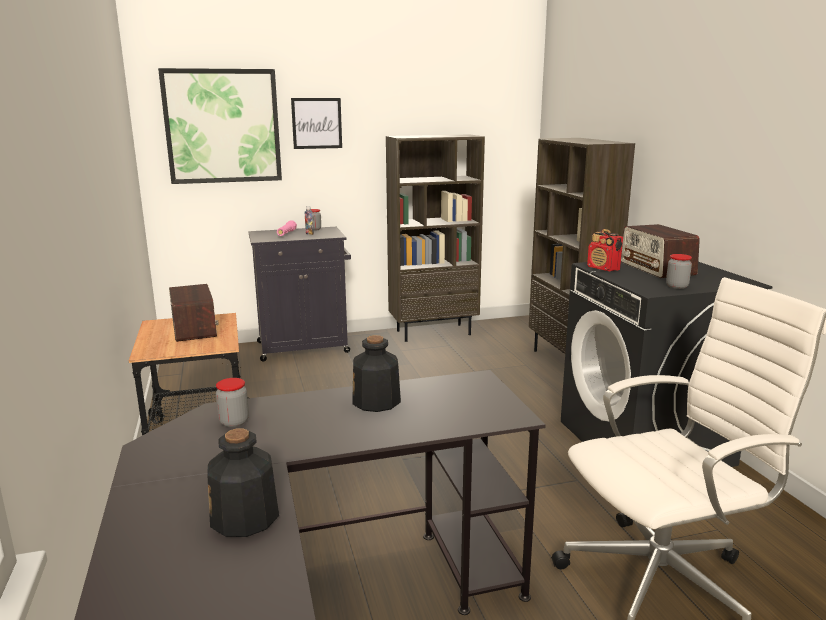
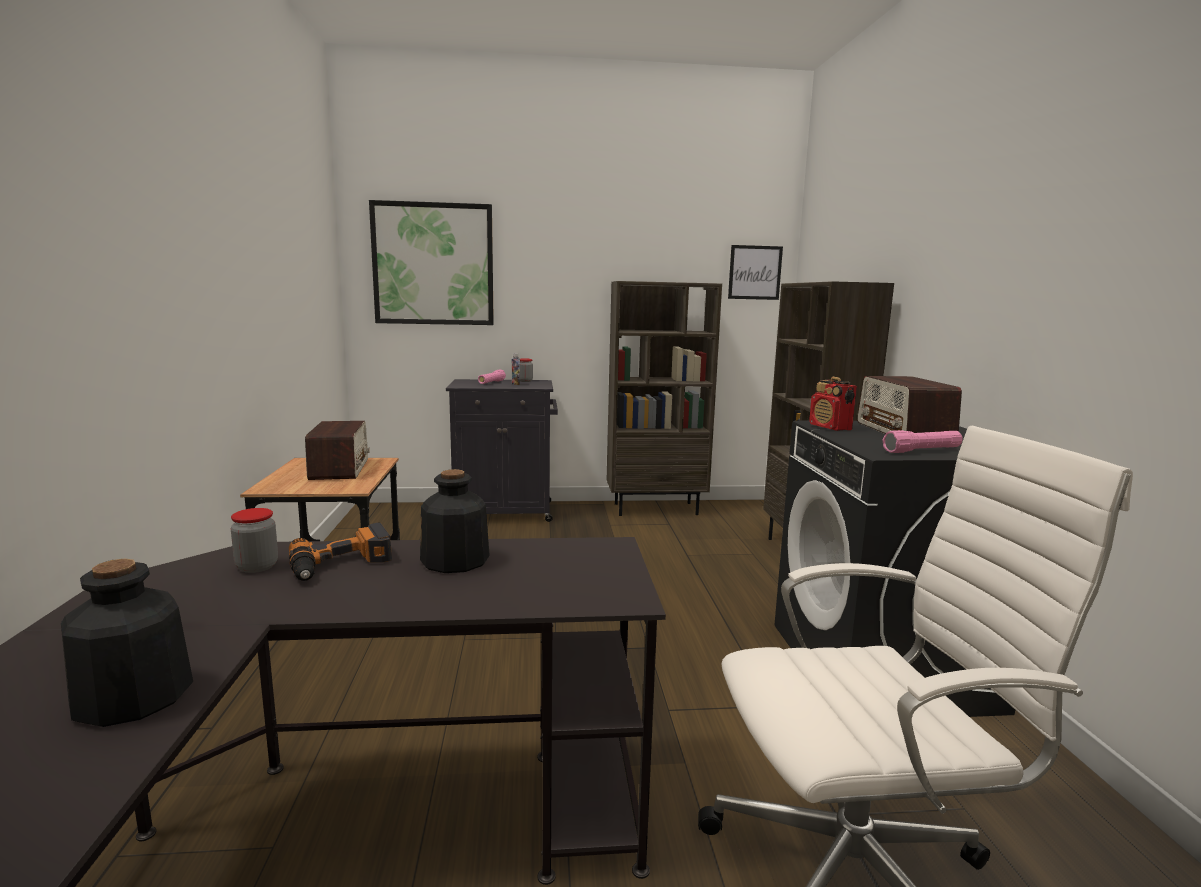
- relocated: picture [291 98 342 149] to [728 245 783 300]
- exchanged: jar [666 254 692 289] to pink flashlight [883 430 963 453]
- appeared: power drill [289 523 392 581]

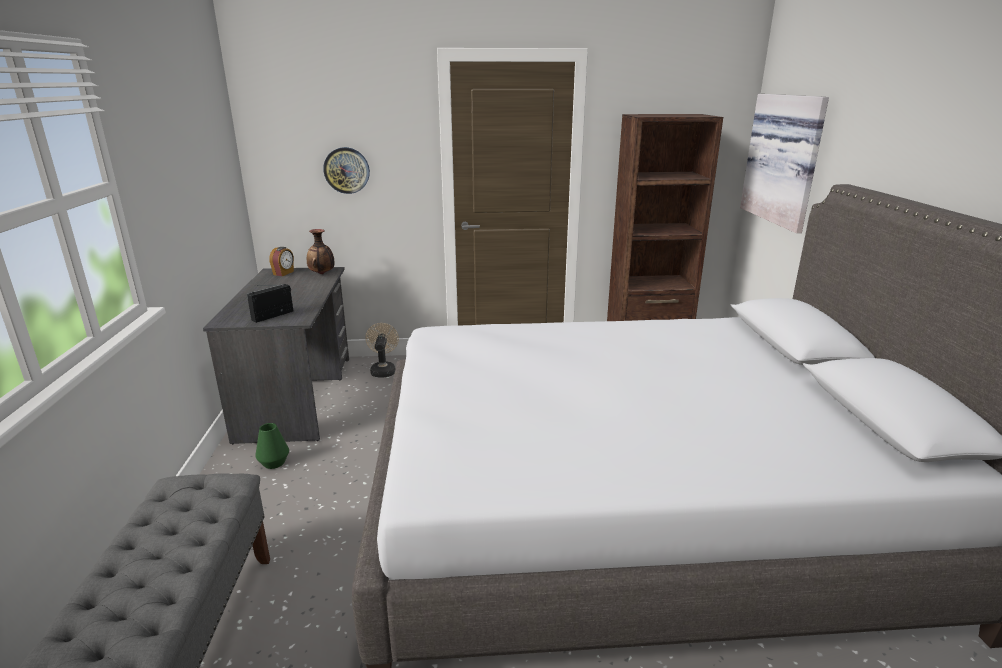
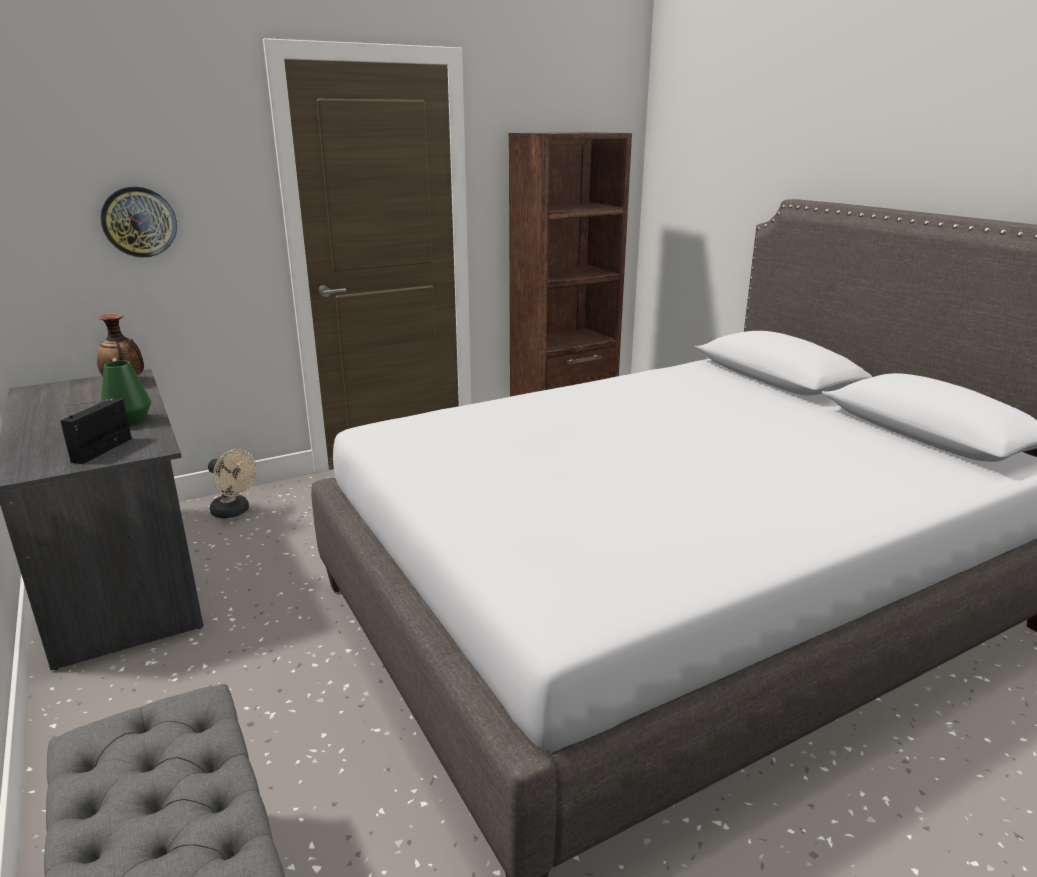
- relocated: green vase [255 423 289 469] to [101 360 151 426]
- missing: alarm clock [269 247 294 276]
- spun: beige fan [365 323 399 378] = [208 449 257 519] 150 degrees clockwise
- missing: picture [740 94 829 233]

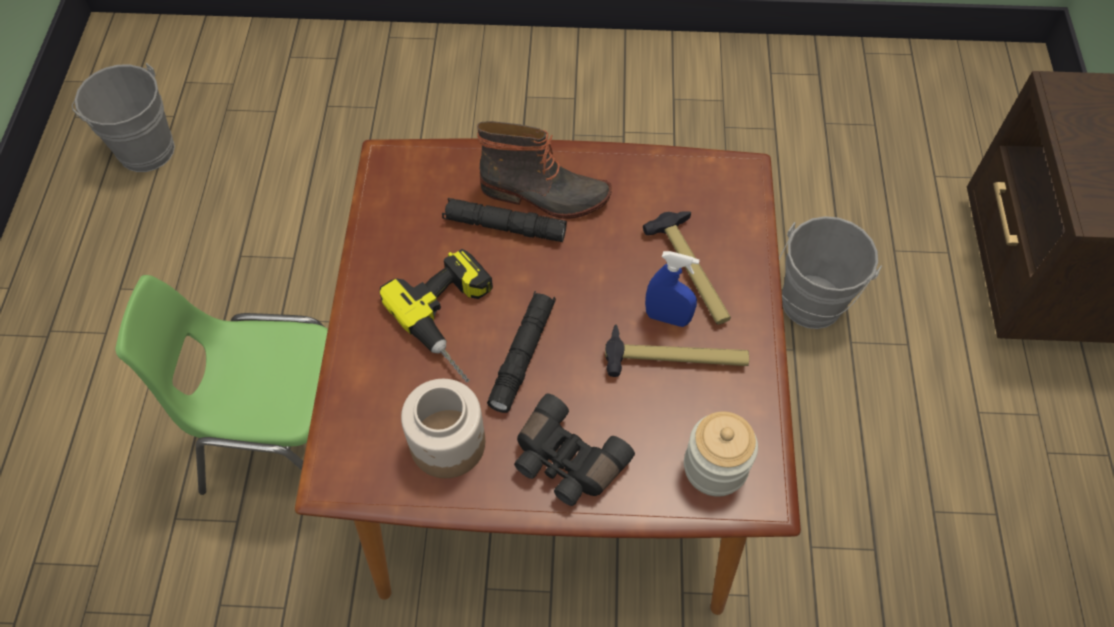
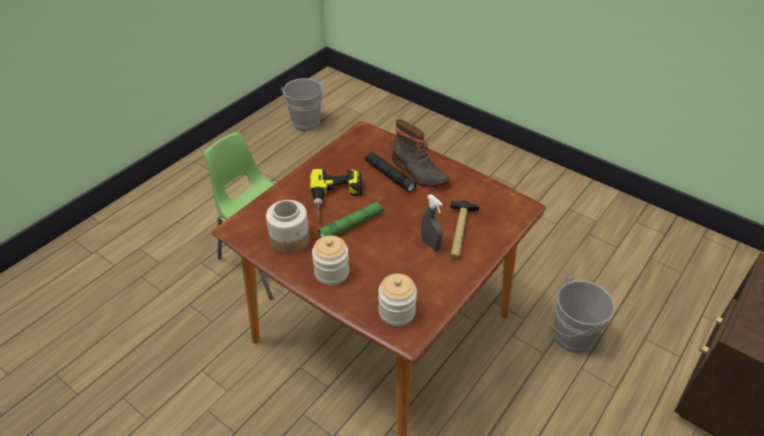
- colour: black flashlight [487 291 556 413] to green flashlight [318 202 384 238]
- exchanged: black binoculars [514 393 635 506] to jar [312 235 349 286]
- missing: hammer [605 324 749 377]
- colour: blue spray bottle [645 251 700 327] to grey spray bottle [421 194 443 251]

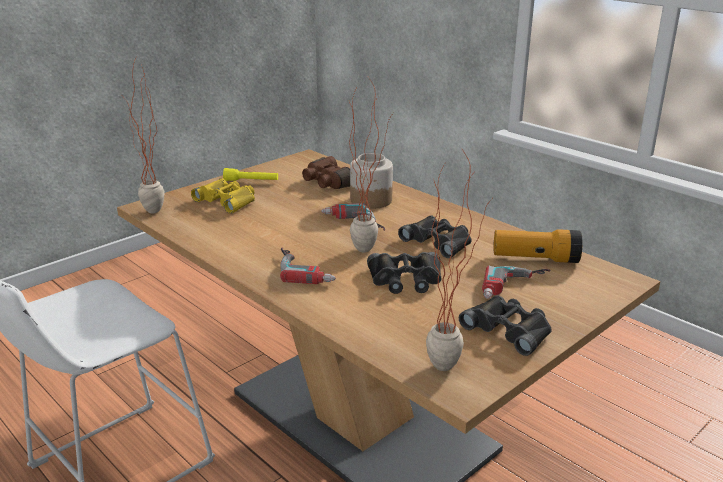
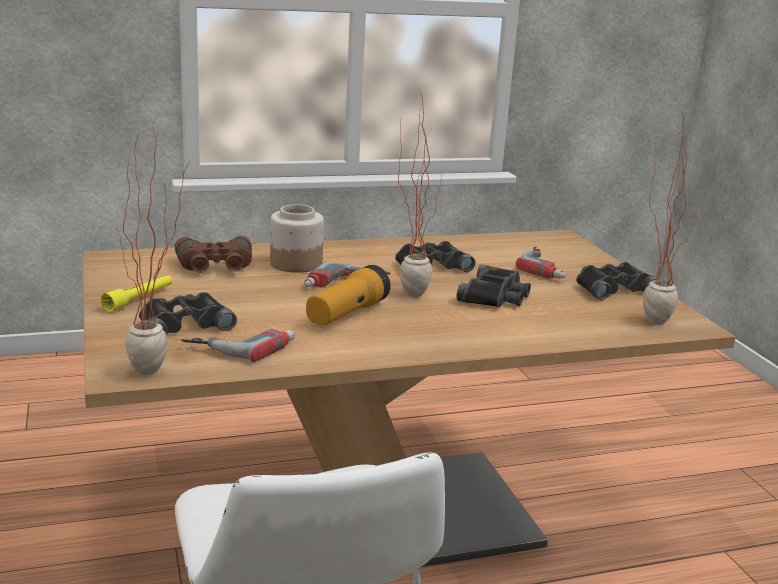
- colour: yellow binoculars [191 178 255 213] to black binoculars [139 292 237 335]
- relocated: power drill [280 247 336 284] to [181 329 296 363]
- relocated: flashlight [493 230 582 263] to [306 265 391 325]

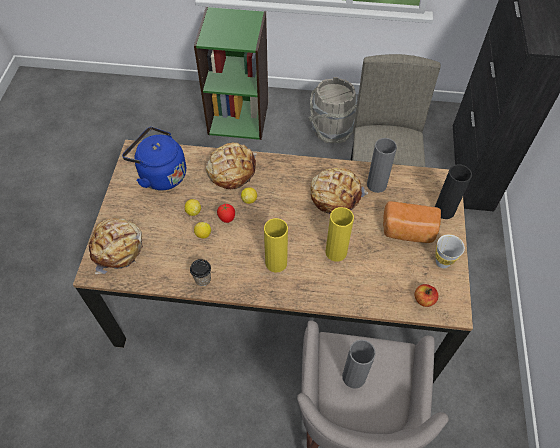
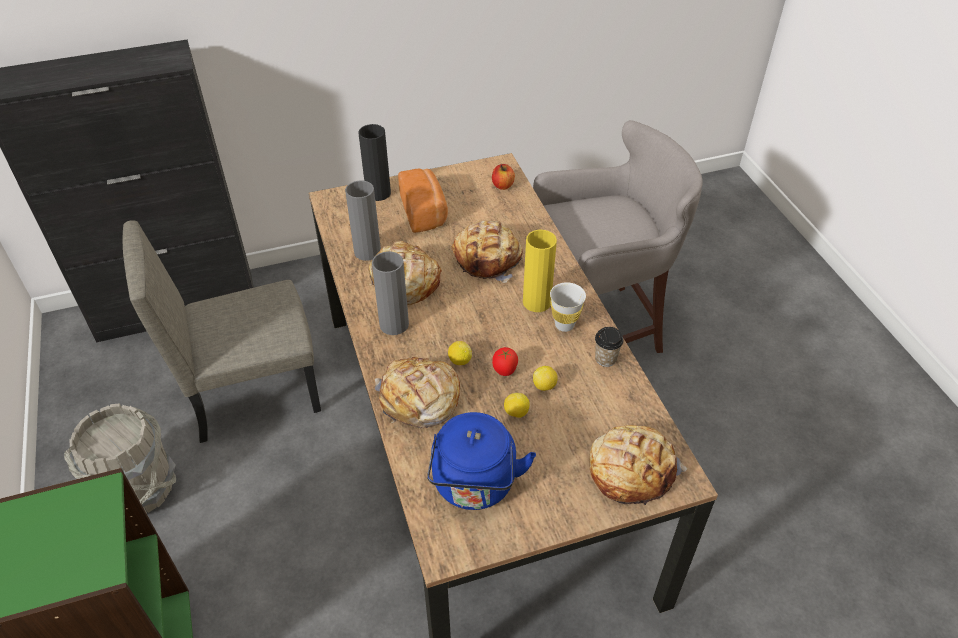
- exchanged: yellow vase [325 207 354 262] to bread [452 220 523 283]
- relocated: grey vase [342 340 376 389] to [372 251 409 335]
- relocated: white cup [435 234 465 268] to [550 282 586 332]

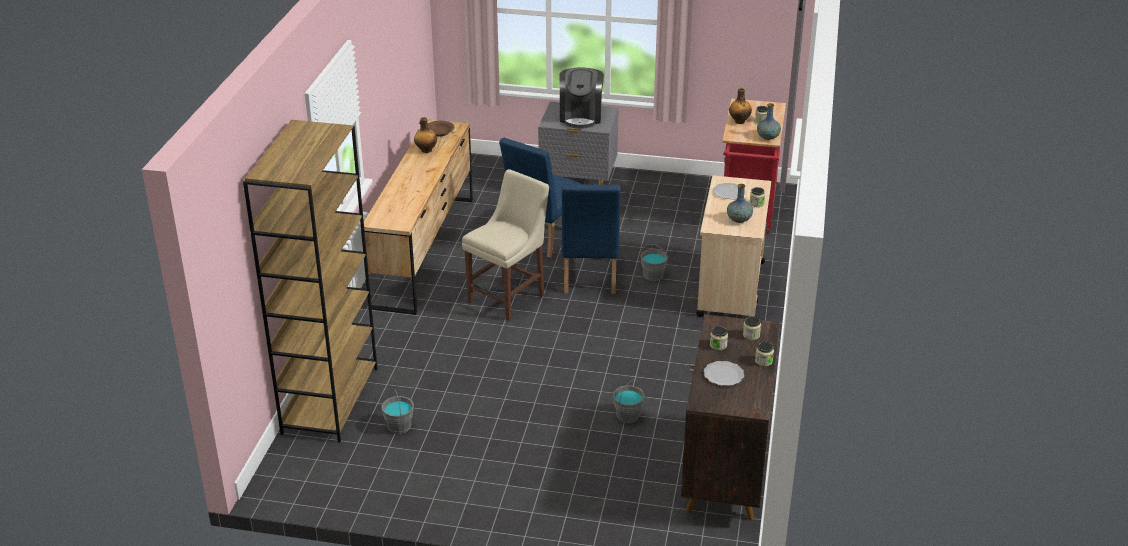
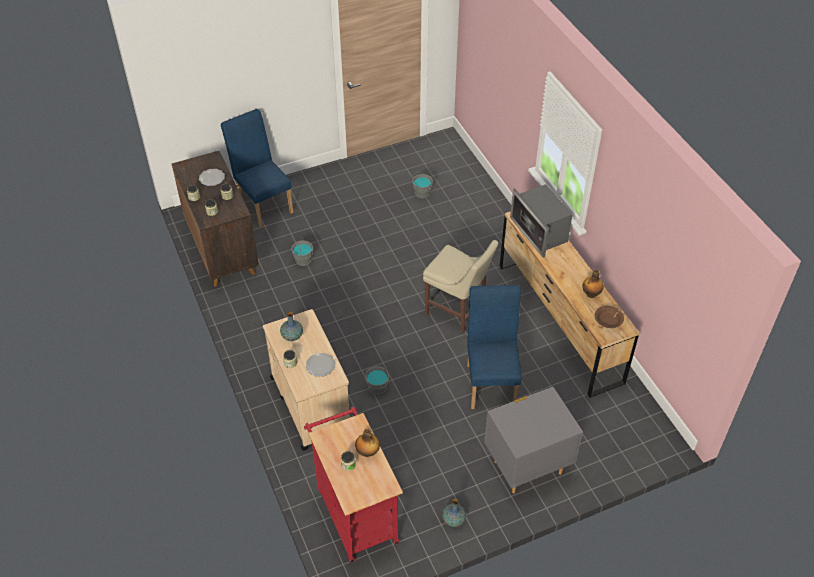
- missing: brown bookcase [243 120 378 443]
- spun: beige chair [462 169 549 321] = [423 240 498 333] 60 degrees counterclockwise
- missing: coffee machine [559 67 604 129]
- relocated: blue chair [561 184 621 294] to [221 109 294 227]
- relocated: vase [757 103 781 140] to [442 499 466 527]
- appeared: microwave [510 184 573 258]

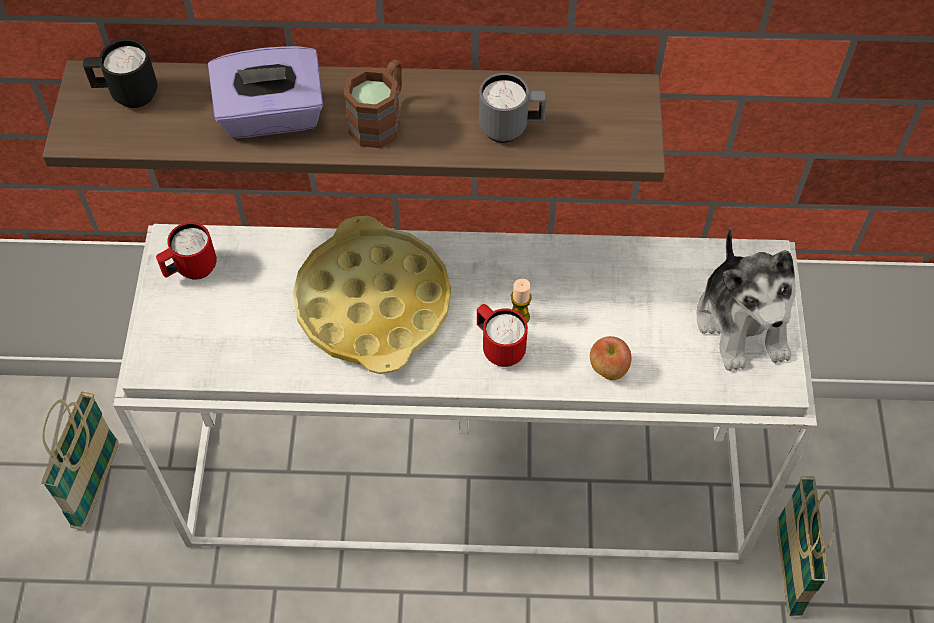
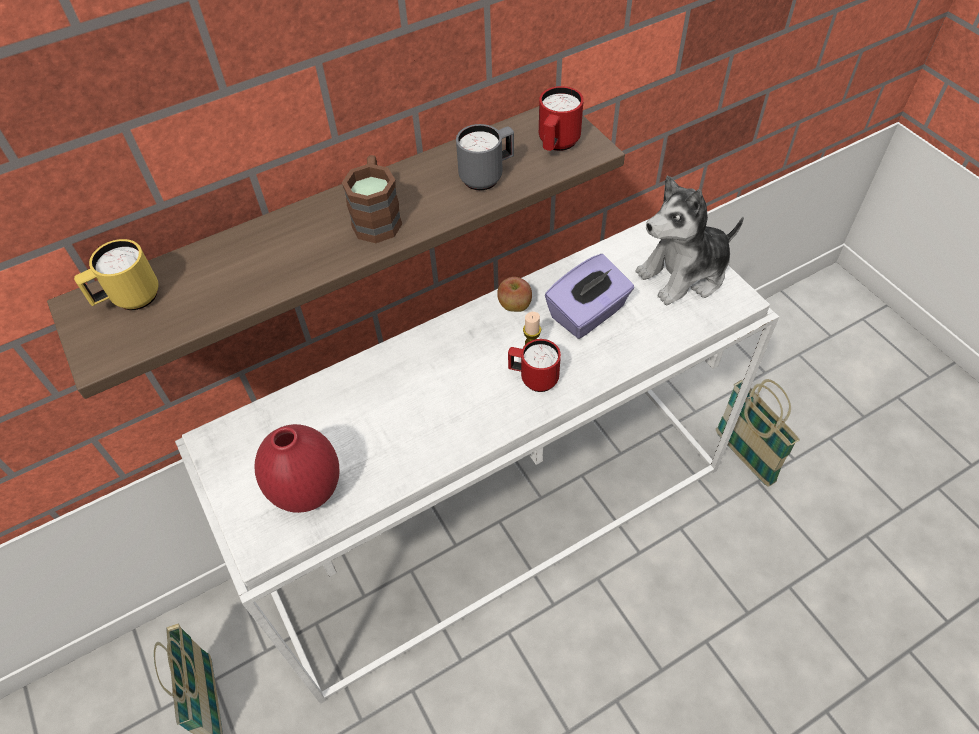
- colour: black mug [83 39 157 108] to yellow mug [74 239 159 310]
- relocated: red mug [156 222 217 280] to [539 86 584 151]
- relocated: purple tissue box [208 46 323 138] to [545 254 634 339]
- missing: yellow tray [293 216 451 374]
- relocated: apple [590 336 631 380] to [497 277 532 312]
- spun: plush toy [697 228 796 371] = [635 176 744 305] 105 degrees clockwise
- appeared: red vase [255 424 339 513]

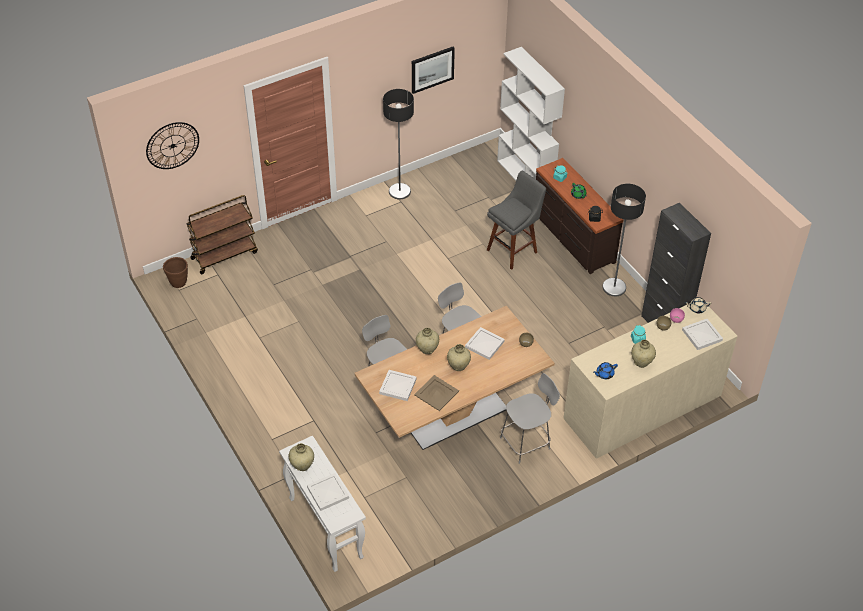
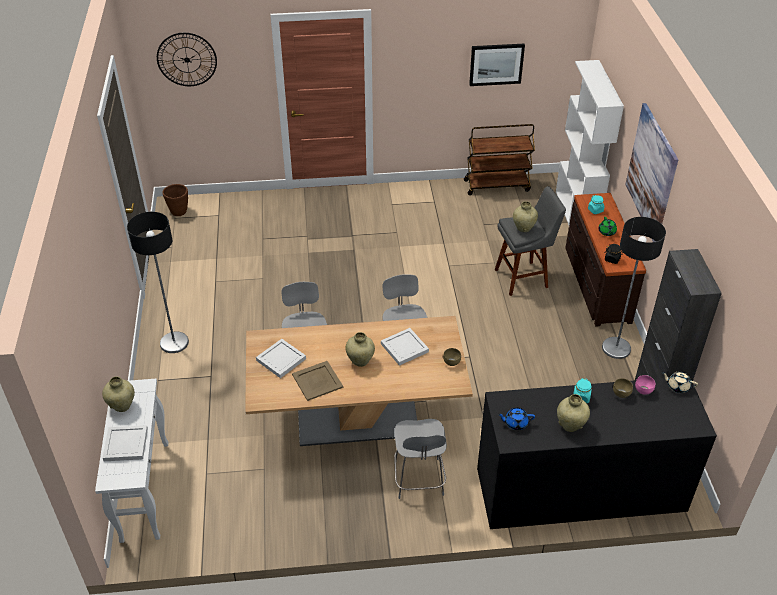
- relocated: brown cart [186 195 258 274] to [464 124 535 195]
- relocated: floor lamp [383 89 414 199] to [127 212 189 353]
- relocated: beige vase [416 328 439 354] to [513 201 538 232]
- spun: grey chair [500 373 560 464] = [394 419 447 499] 90 degrees clockwise
- colour: beige dresser [563 303 737 459] to black dresser [477 376 717 529]
- missing: white tray [682 319 723 350]
- appeared: picture [625 103 678 242]

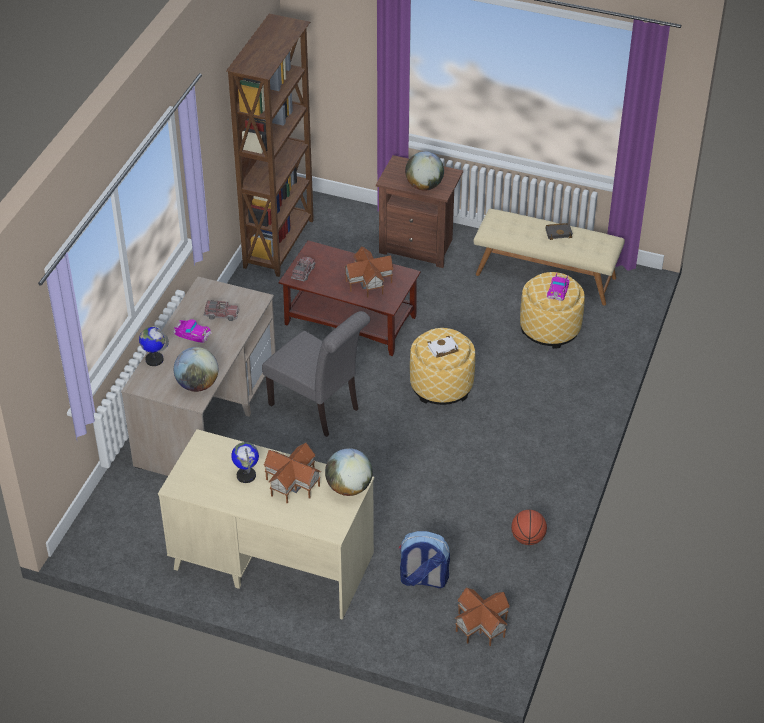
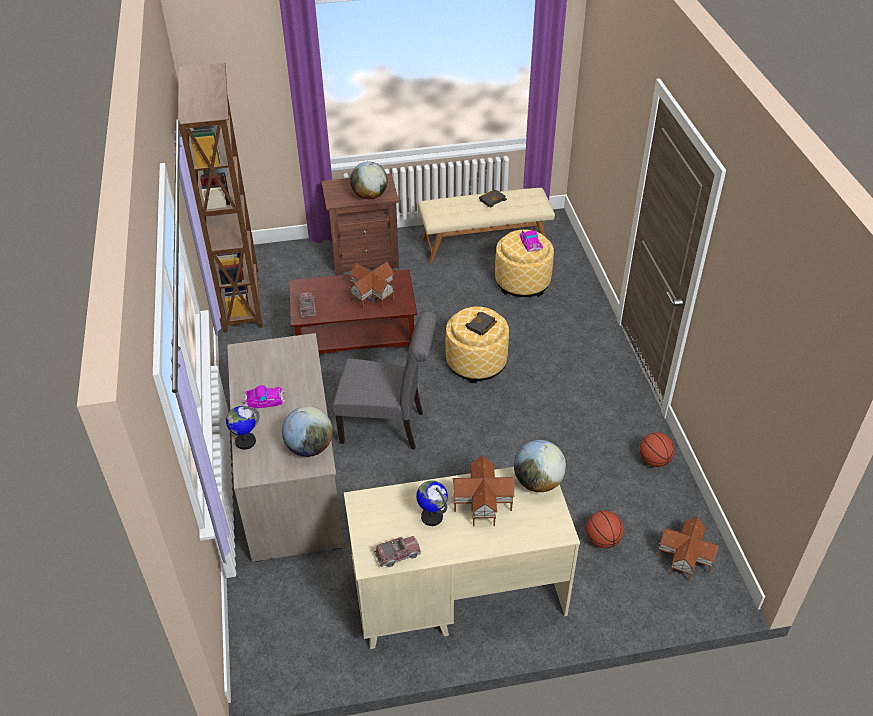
- relocated: toy truck [204 300 239 321] to [374 536 421 567]
- exchanged: backpack [399 531 450 588] to basketball [586 511 624 548]
- colour: white book [427 336 459 358] to black book [465 312 497 335]

